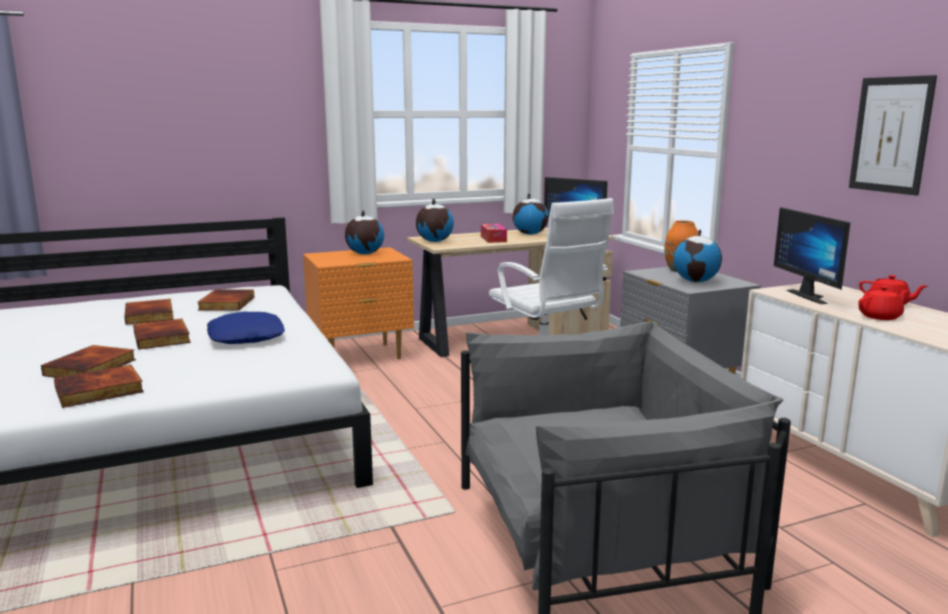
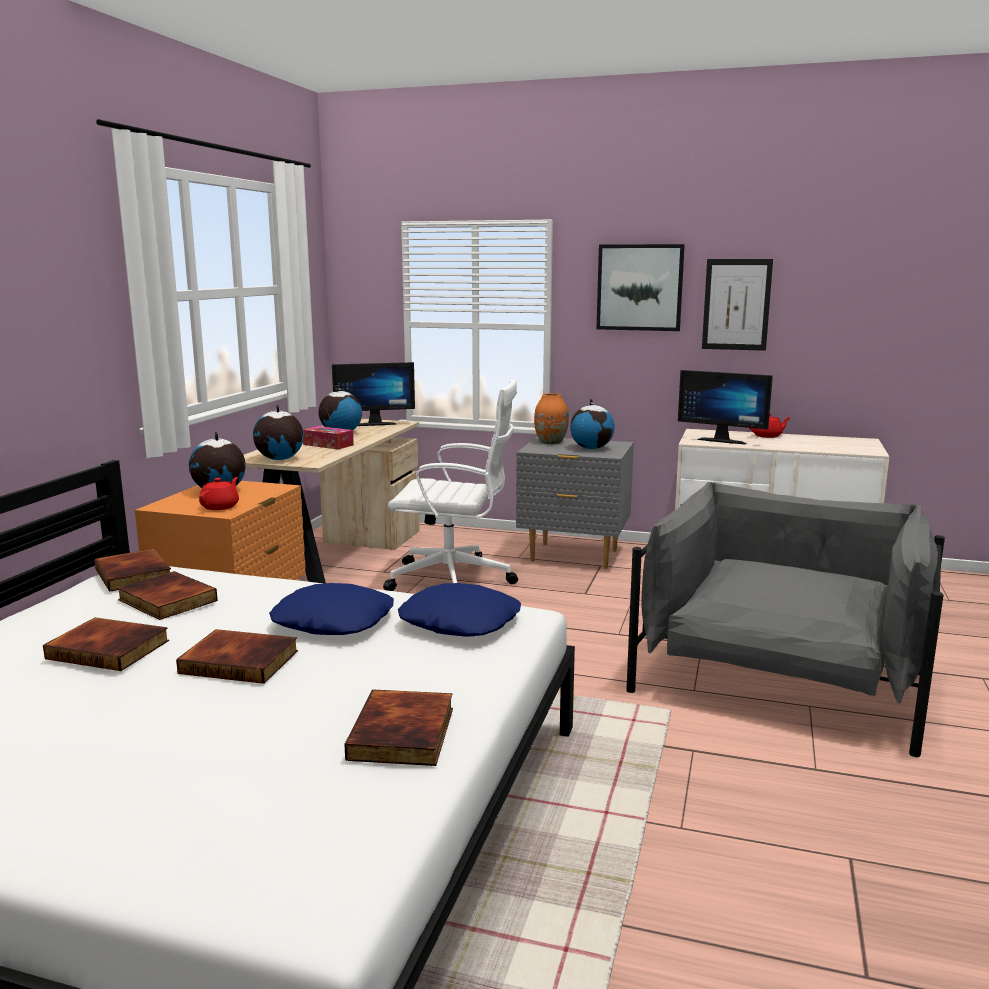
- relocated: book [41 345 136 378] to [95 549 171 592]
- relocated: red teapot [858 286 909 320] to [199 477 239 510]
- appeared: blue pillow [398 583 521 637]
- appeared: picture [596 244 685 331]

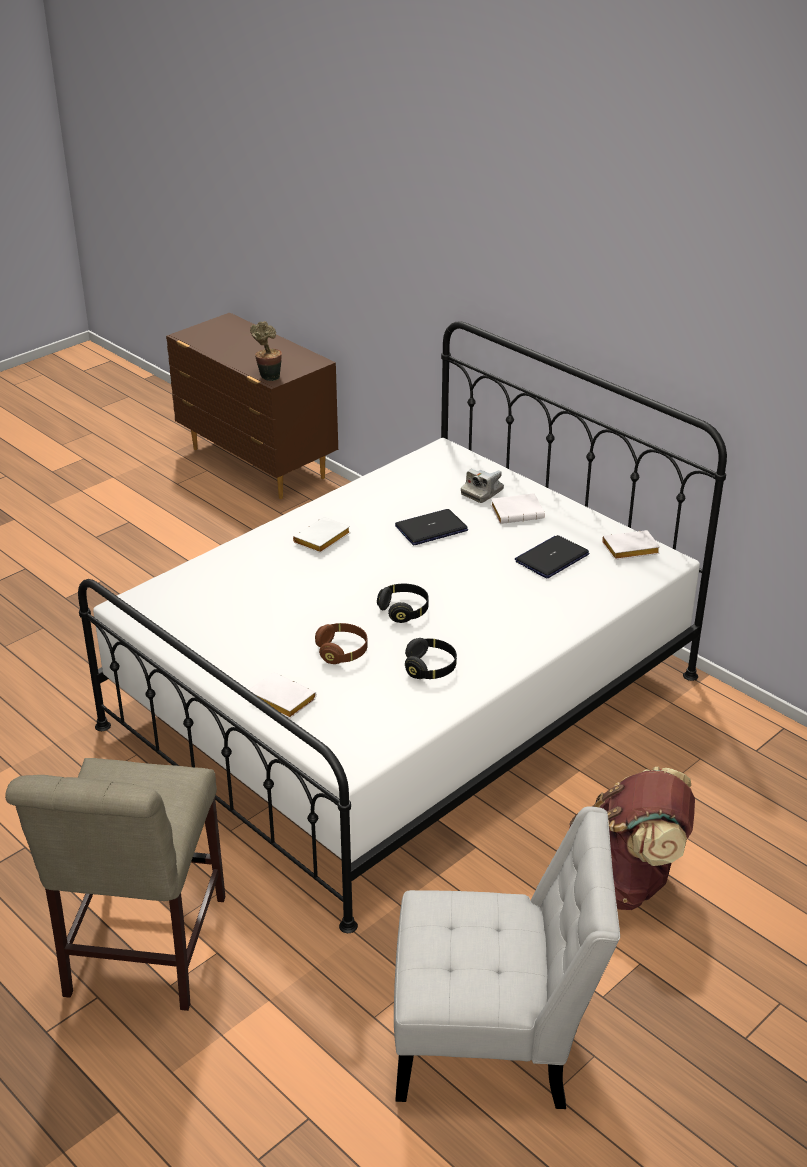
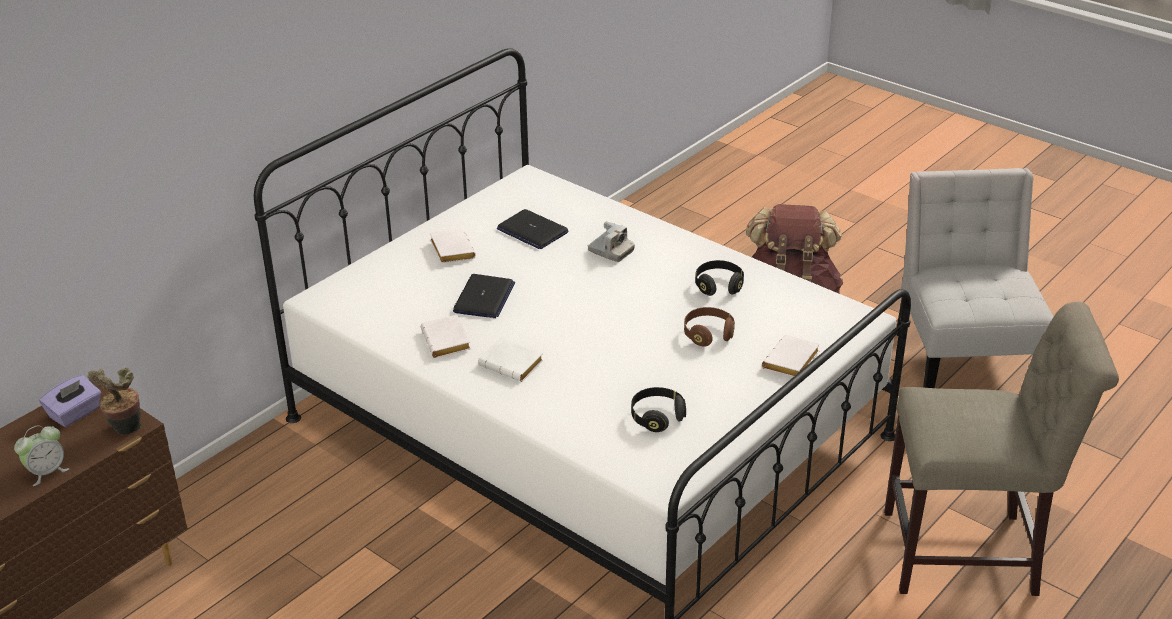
- relocated: black headphones [377 584 429 623] to [631 387 686 432]
- spun: laptop [395 509 468 545] = [453 274 515 318] 135 degrees counterclockwise
- relocated: photo camera [461 469 504 503] to [588 221 635 262]
- relocated: white book [602 530 660 560] to [421 315 471 358]
- appeared: alarm clock [14 425 69 486]
- appeared: purple tissue box [39 375 101 427]

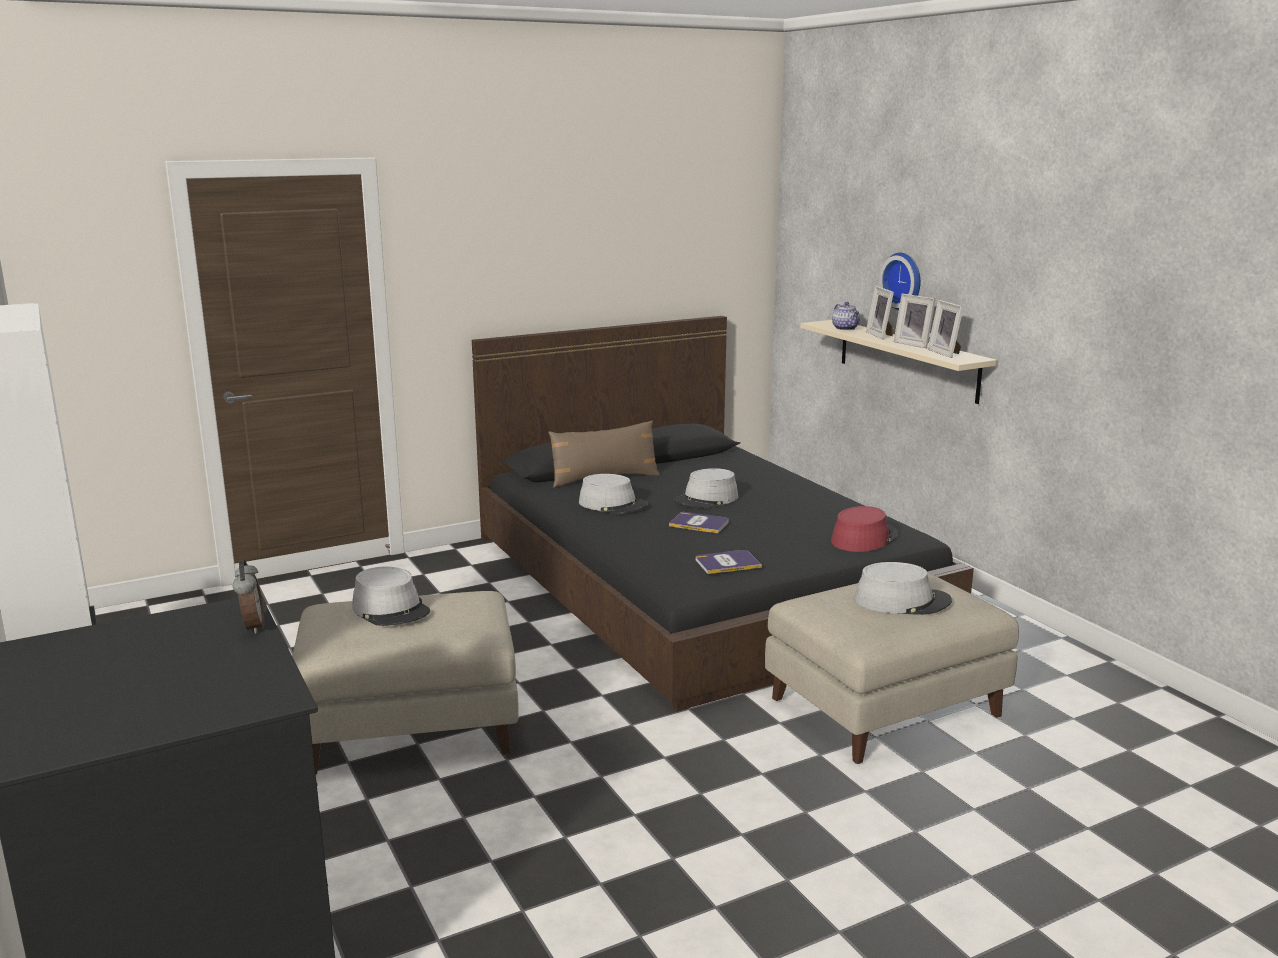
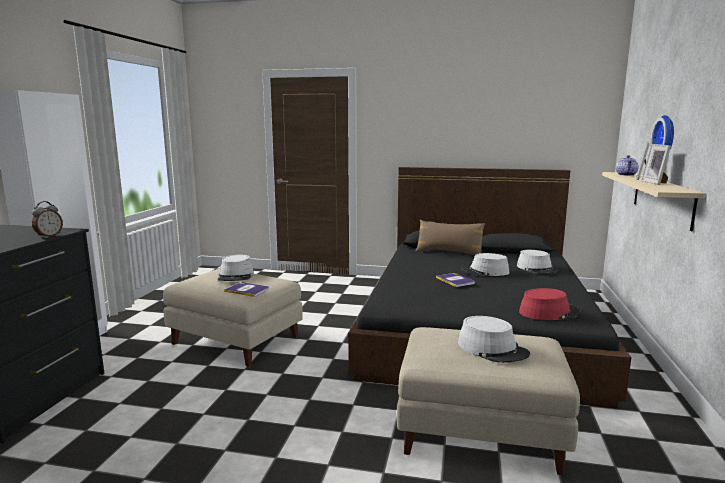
- relocated: grey hat [579 474 648 514] to [517 250 558 273]
- relocated: book [696 550 762 574] to [224 282 269 297]
- missing: picture frame [928 300 964 358]

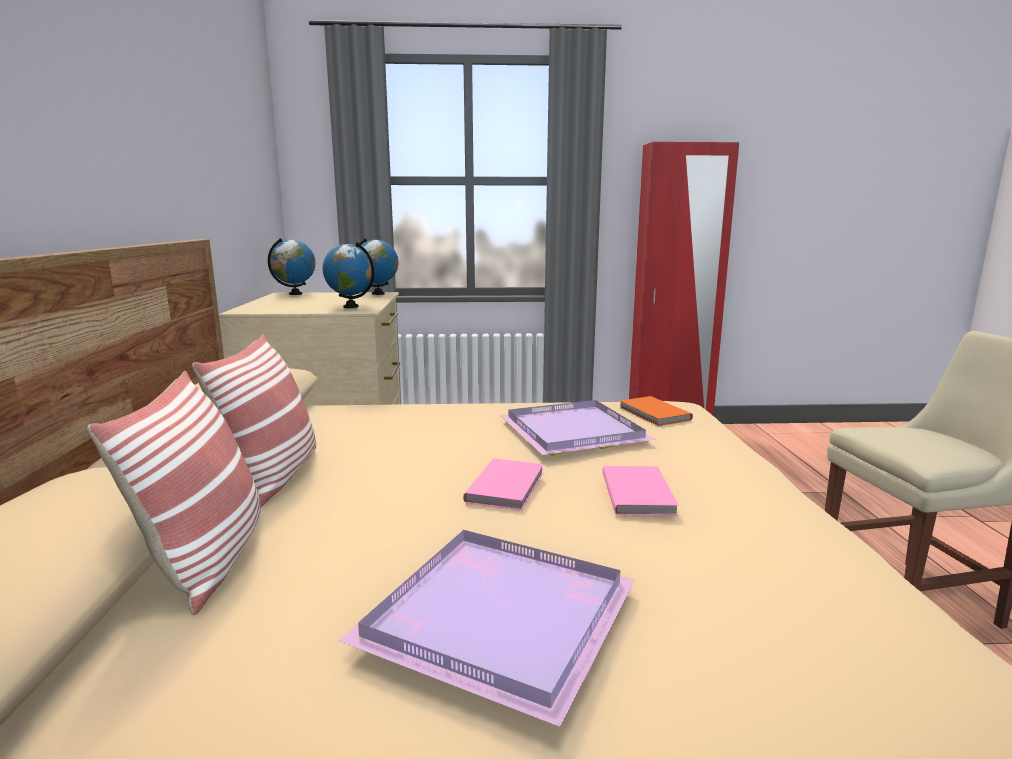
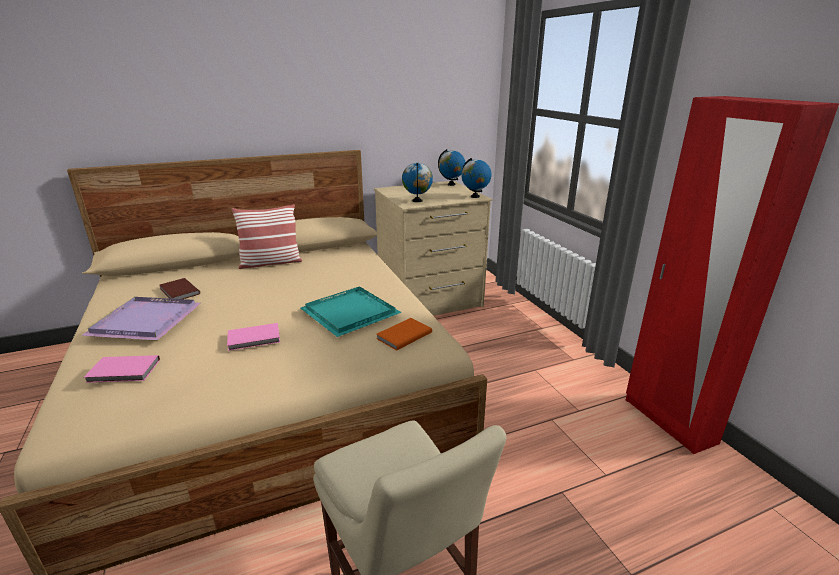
- missing: pillow [87 371 261 615]
- relocated: pink book [463 458 544 511] to [83 355 160 383]
- colour: purple tray [500 400 656 456] to turquoise tray [300 286 402 337]
- appeared: brown book [159 278 200 301]

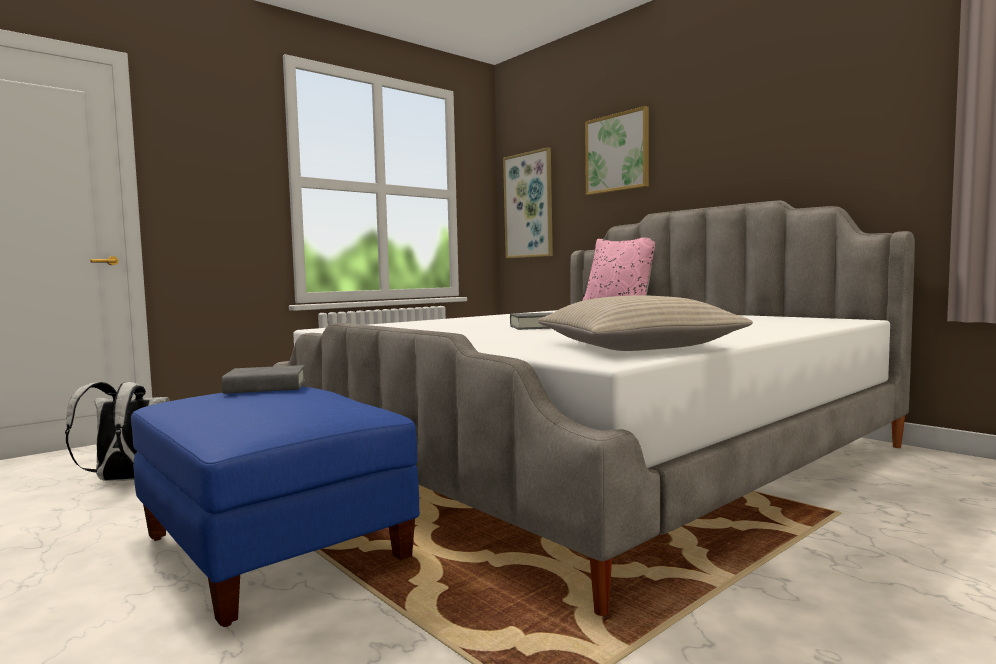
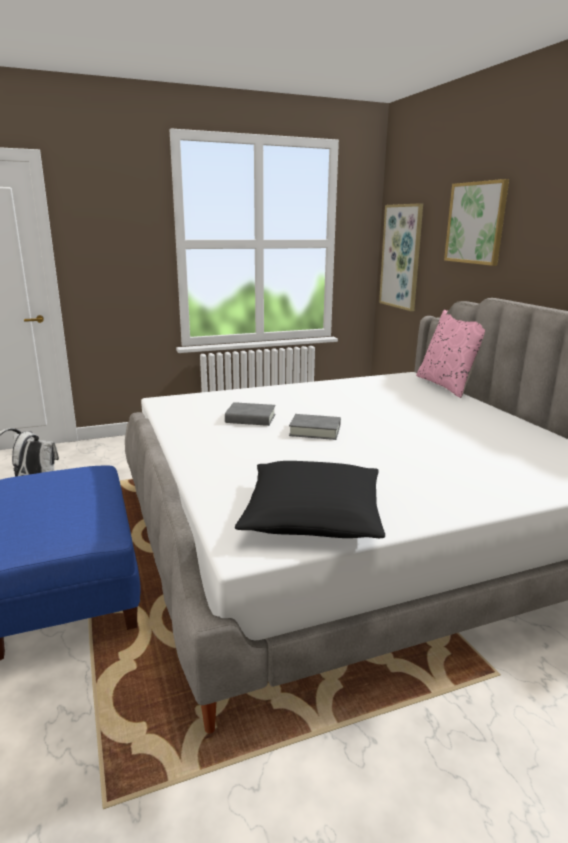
- relocated: grey book [222 365 305 394] to [225 402 275 426]
- colour: beige pillow [538 295 753 351] to black pillow [235 461 385 538]

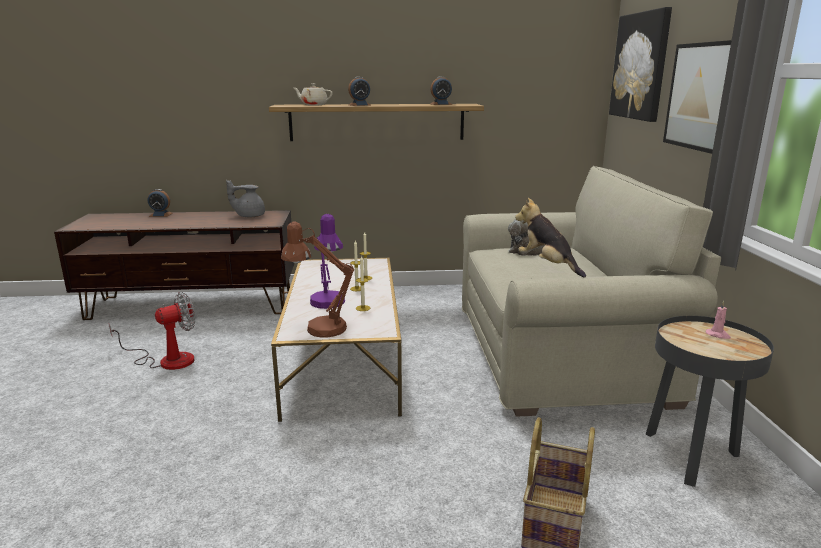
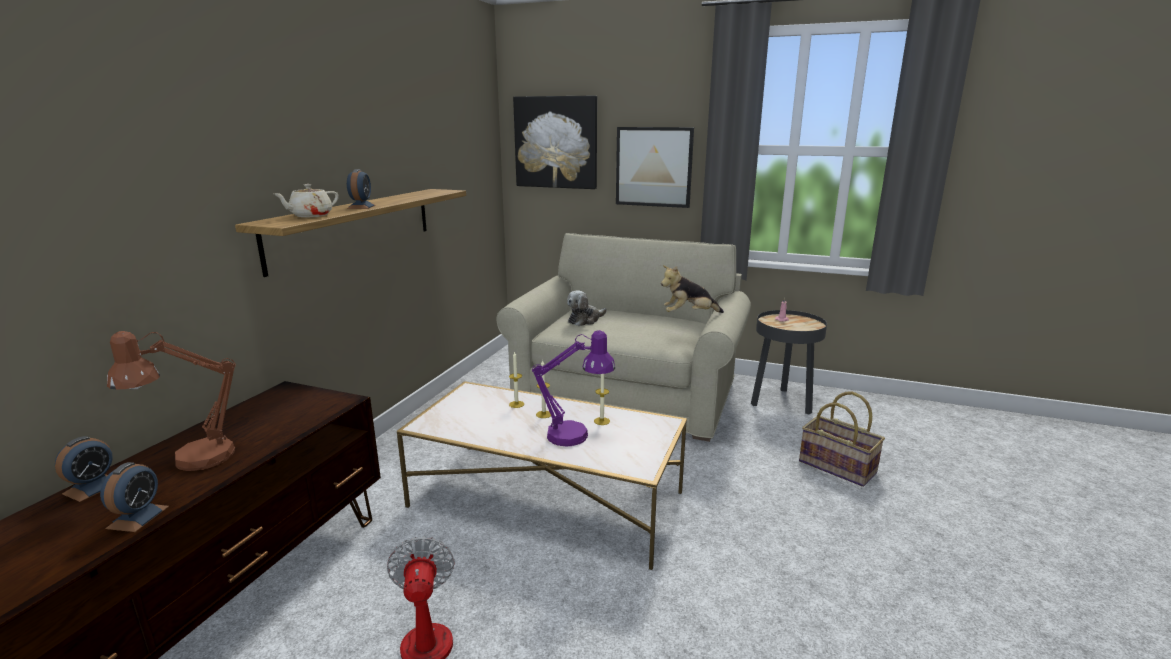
- missing: grey teapot [226 180 265 217]
- relocated: brown table lamp [281 222 354 338] to [107 331 236 471]
- relocated: alarm clock [431 76 452 105] to [100 462 169 532]

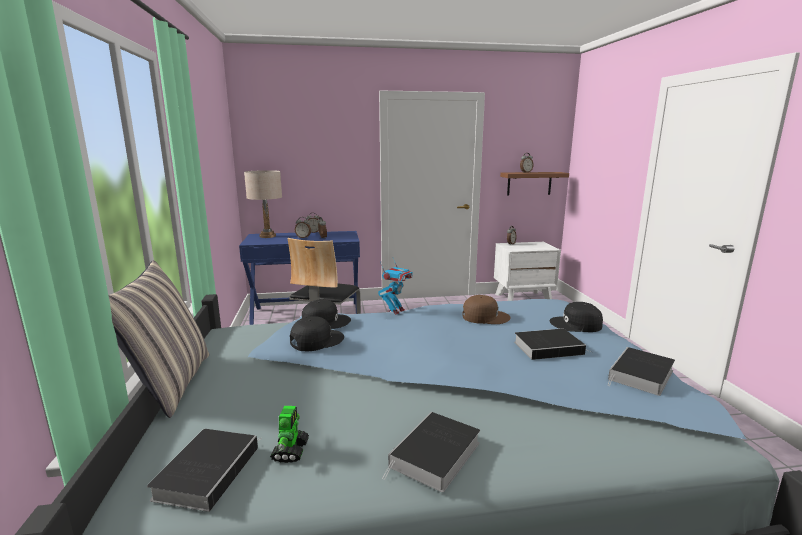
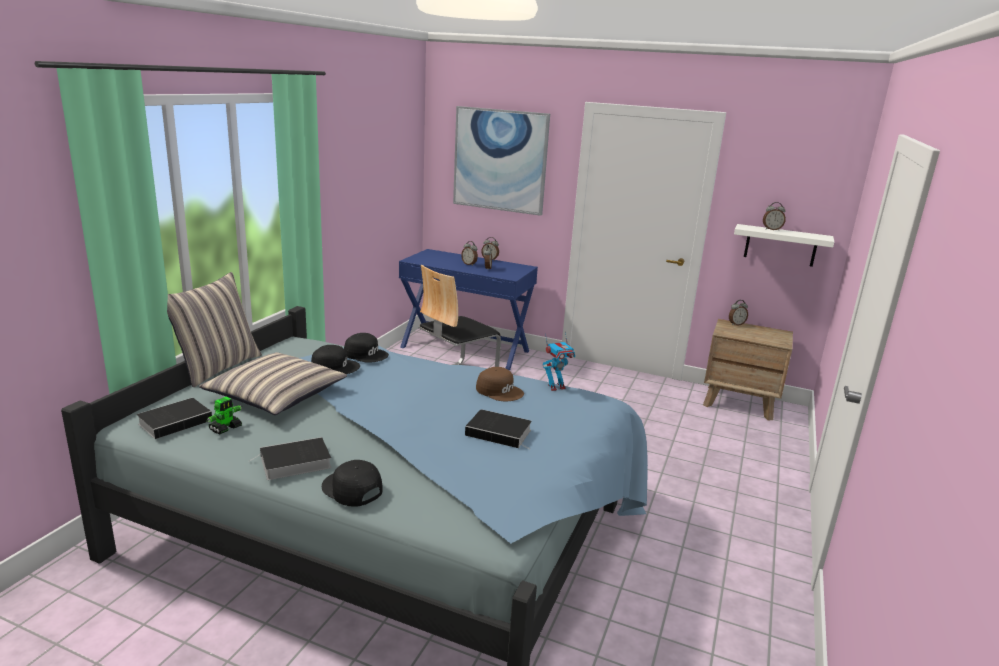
- missing: beige table lamp [244 170 282 238]
- relocated: toy robot [378 258 413 315] to [543 332 575 391]
- colour: white nightstand [494 242 561 301] to brown nightstand [703 319 793 420]
- colour: brown shelf [500 172 569 195] to white shelf [734 224 834 267]
- relocated: black cap [549 302 603 332] to [322 460 383 507]
- missing: book [608 347 675 396]
- appeared: pillow [199 352 347 415]
- appeared: picture [453 106 550 216]

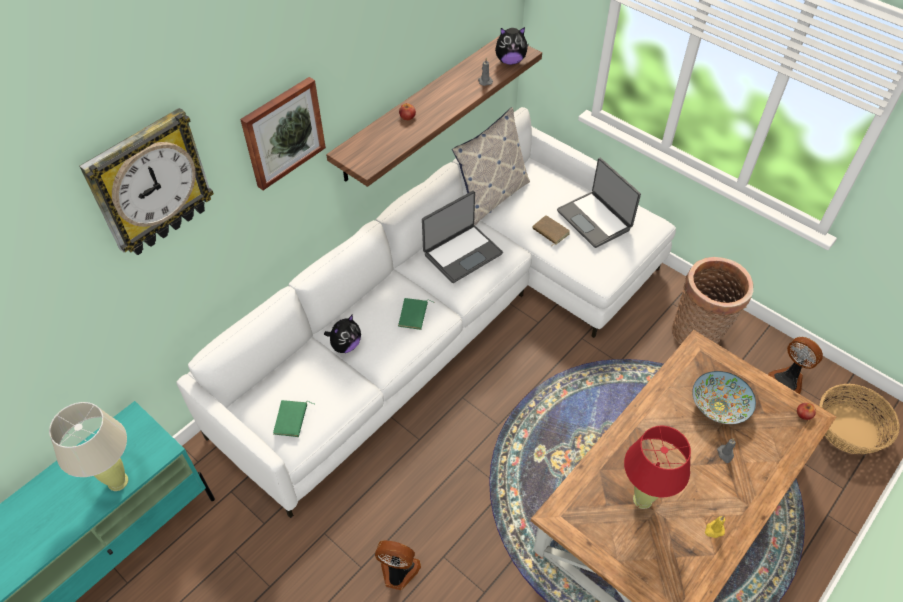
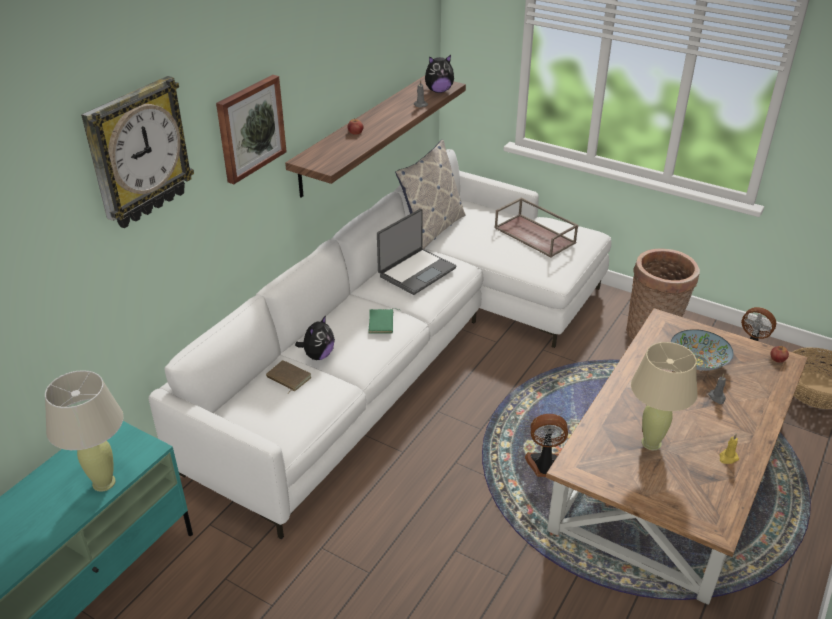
- missing: green book [273 400 314 437]
- relocated: fan [375 541 421 590] to [525 414 568 477]
- relocated: brown book [532 215 570 246] to [266 360 312 393]
- exchanged: laptop [557 158 641 248] to brown tray [494 198 578 257]
- colour: red table lamp [624 426 691 509] to beige table lamp [631 342 698 451]

